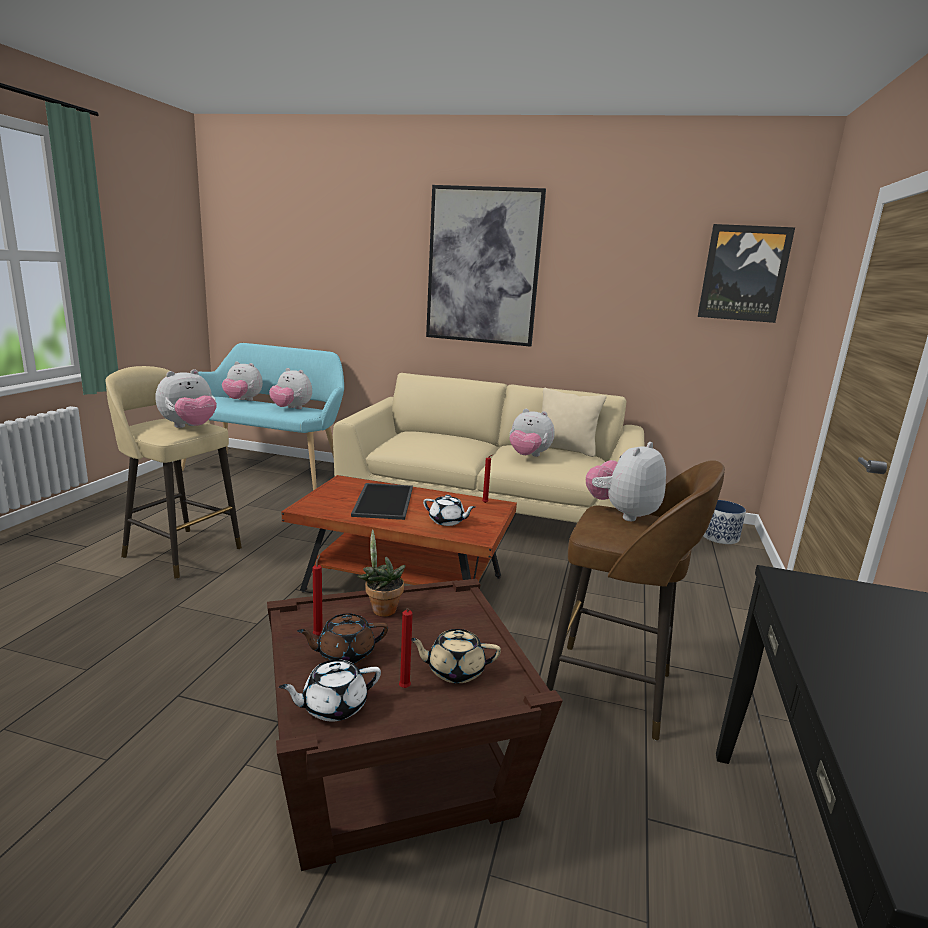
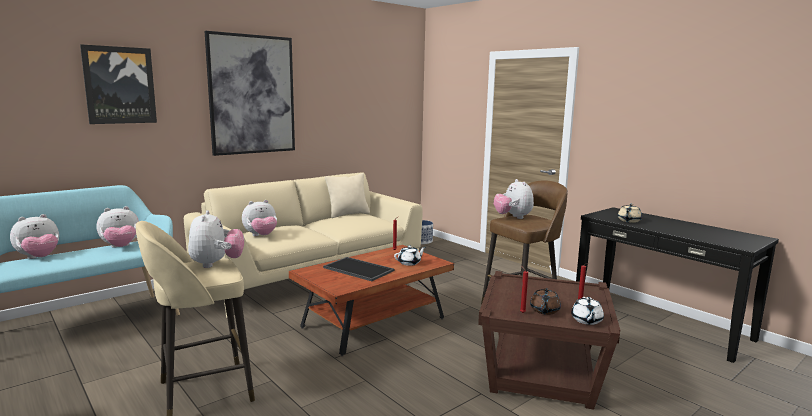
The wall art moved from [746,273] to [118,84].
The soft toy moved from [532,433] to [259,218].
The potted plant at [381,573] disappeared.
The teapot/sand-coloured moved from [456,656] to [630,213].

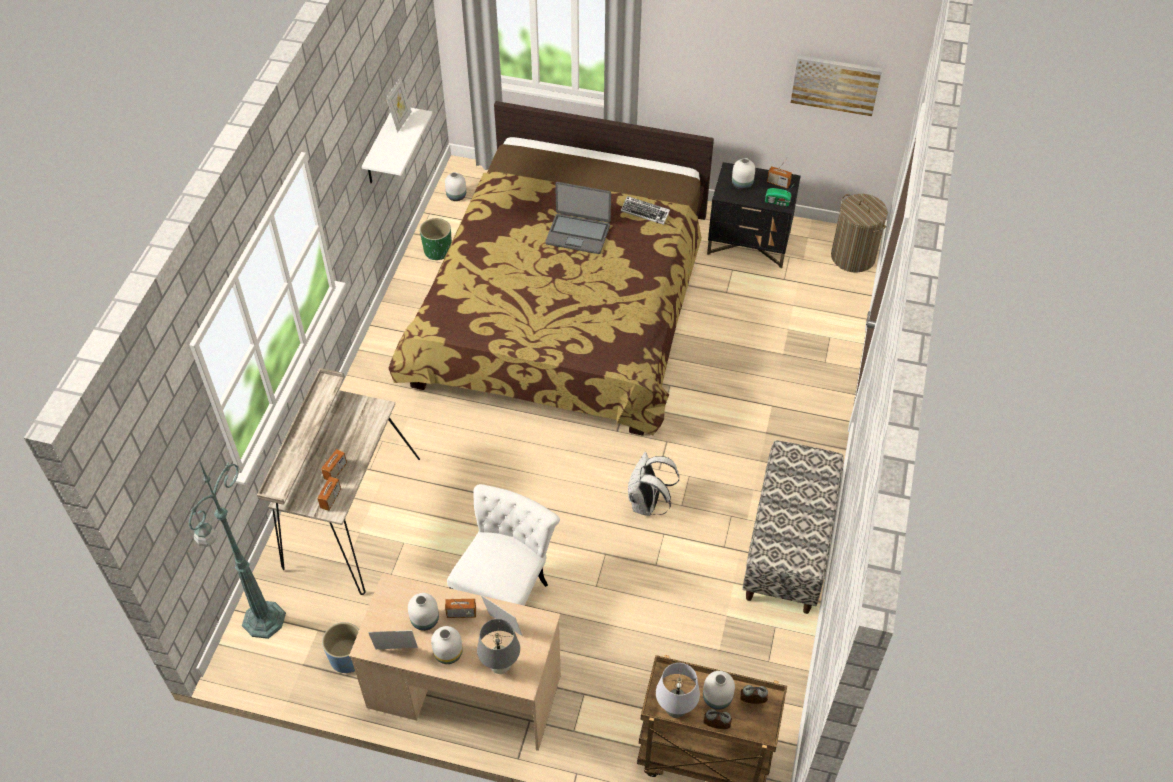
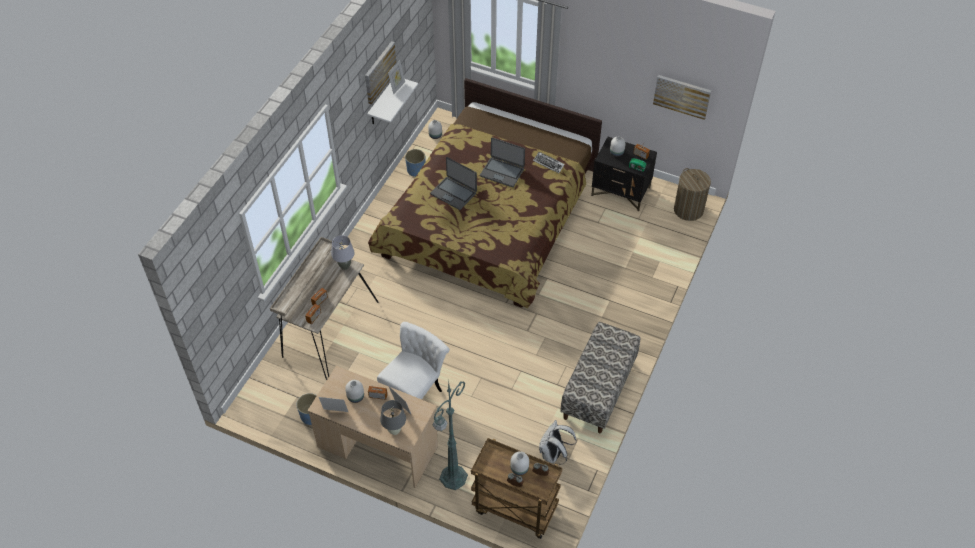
The flower pot/green at [436,239] became the flower pot/blue-coloured at [415,163].
The rucksack/whitish moved from [653,484] to [557,442].
The floor lamp/green moved from [237,549] to [450,435].
The vase/whitish at [447,645] disappeared.
The lamp for a table/grey moved from [678,690] to [343,252].
The wall art at [380,72] appeared.
The notebook computer at [453,183] appeared.

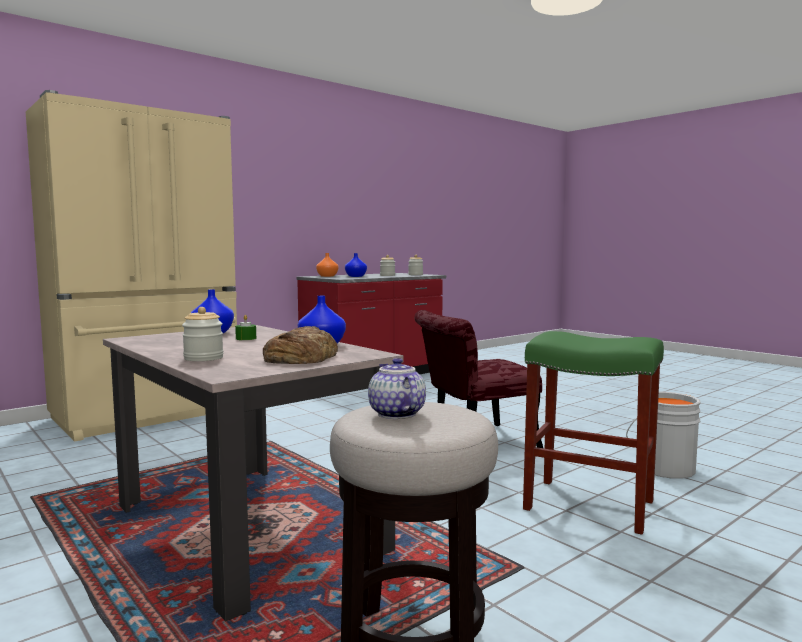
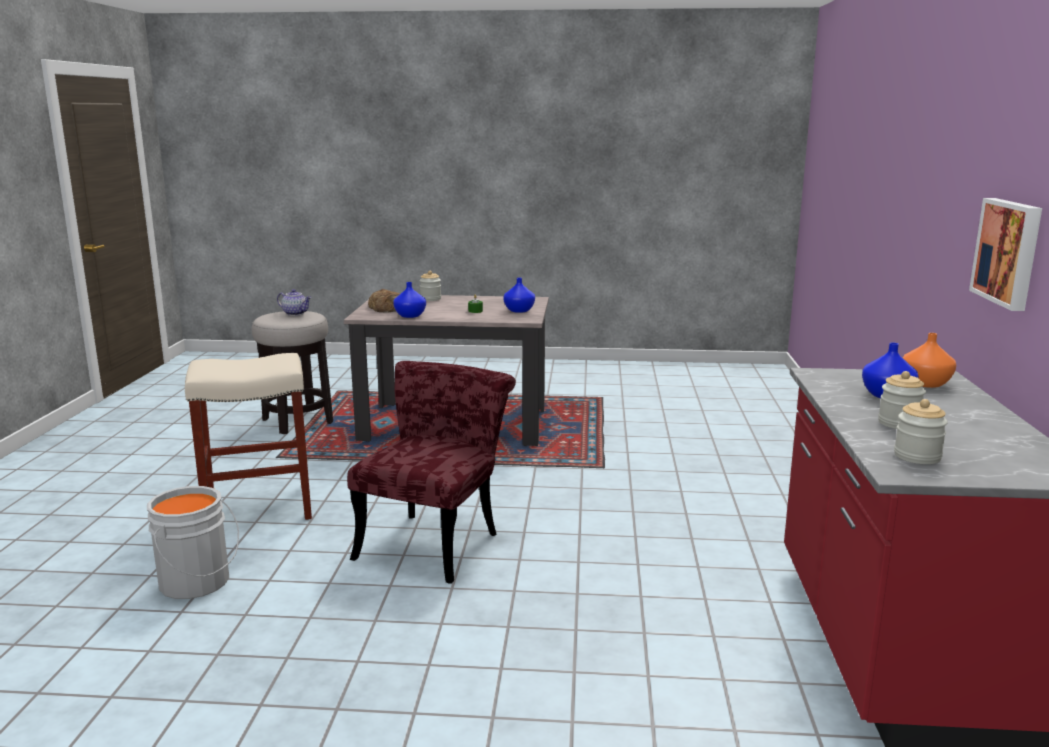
The refrigerator/sand-coloured at [131,266] disappeared.
The stool/green at [593,433] became the stool/sand-coloured at [248,436].
The wall art at [1005,254] appeared.

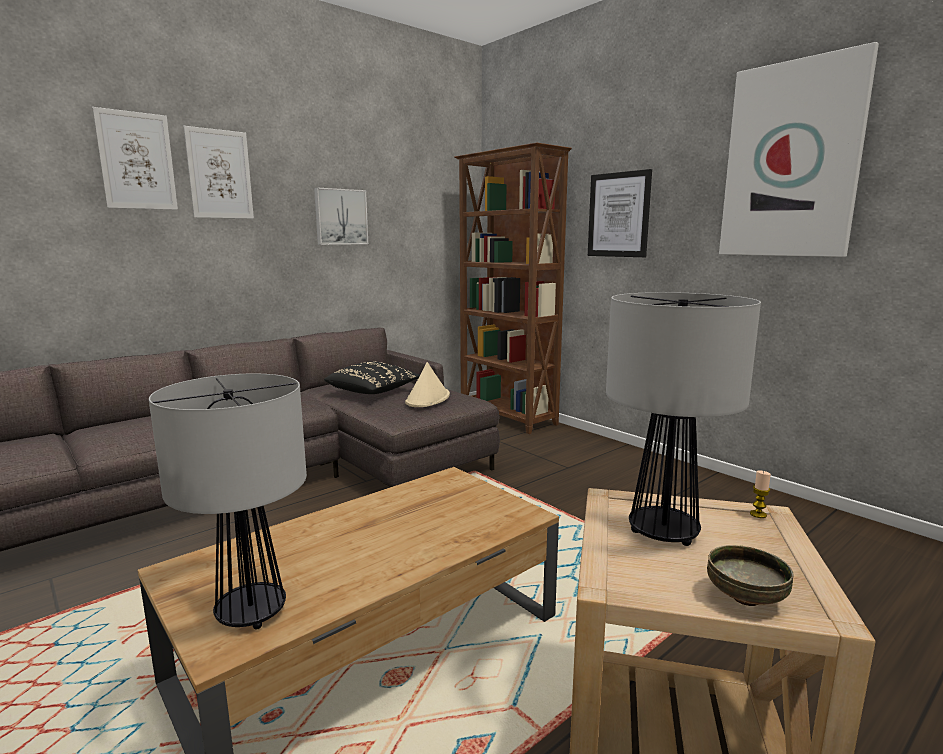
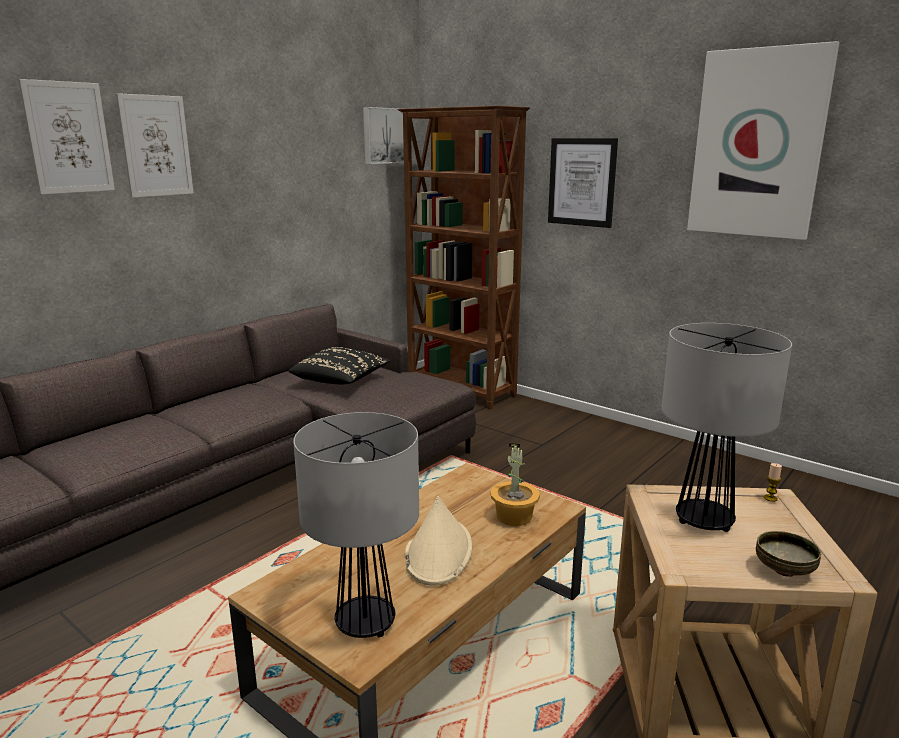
The wall art moved from [341,216] to [383,135].
The wearable hat/sand-coloured moved from [427,384] to [438,541].
The potted plant at [515,484] appeared.

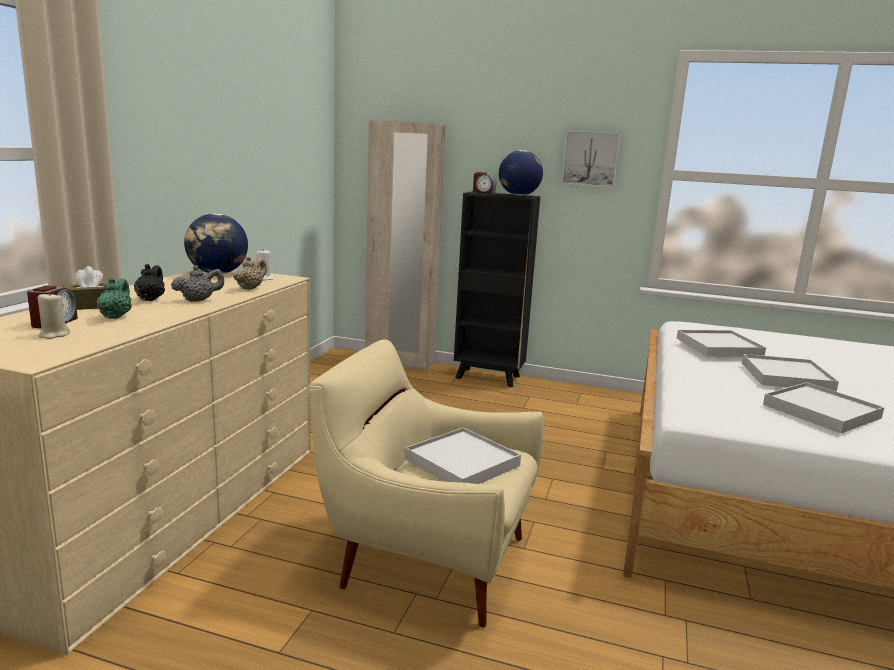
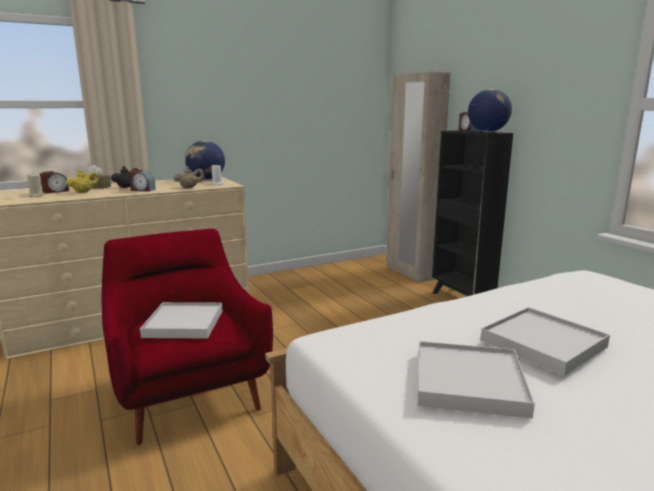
The wall art at [590,159] disappeared.
The teapot/grey at [197,283] was replaced by the bedside clock at [142,181].
The teapot/green at [114,298] became the teapot/yellow-coloured at [82,181].
The tray/whitish at [721,343] disappeared.
The easy chair/sand-coloured at [426,483] became the easy chair/red-coloured at [187,337].

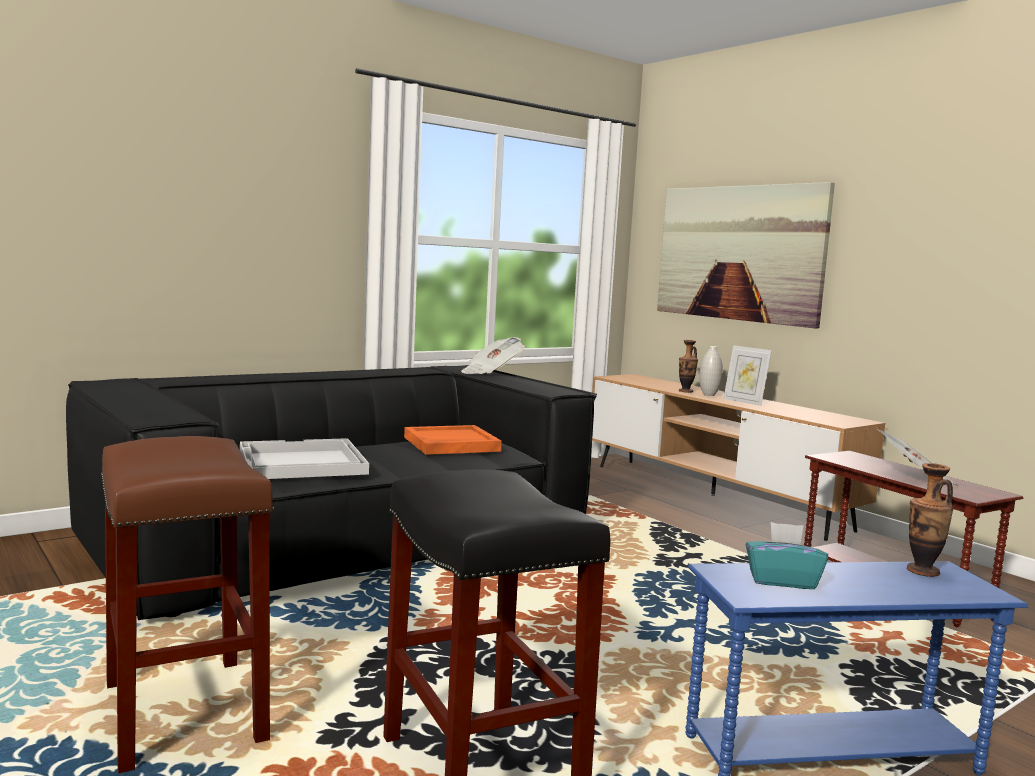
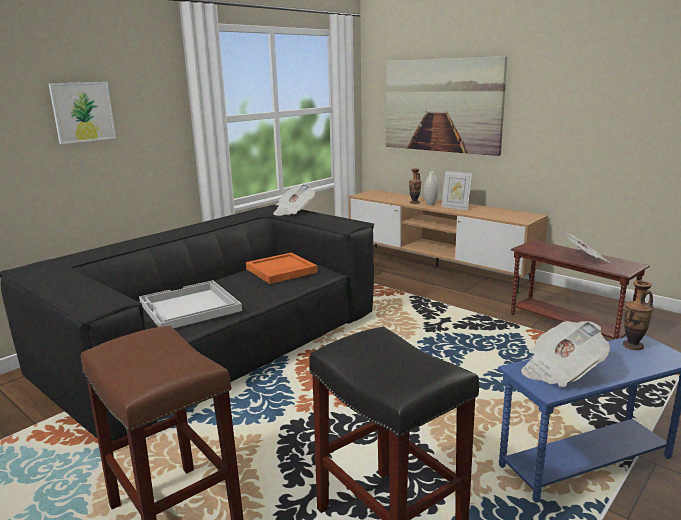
The tissue box/turquoise at [787,555] was replaced by the printed paper at [565,354].
The wall art at [82,113] appeared.

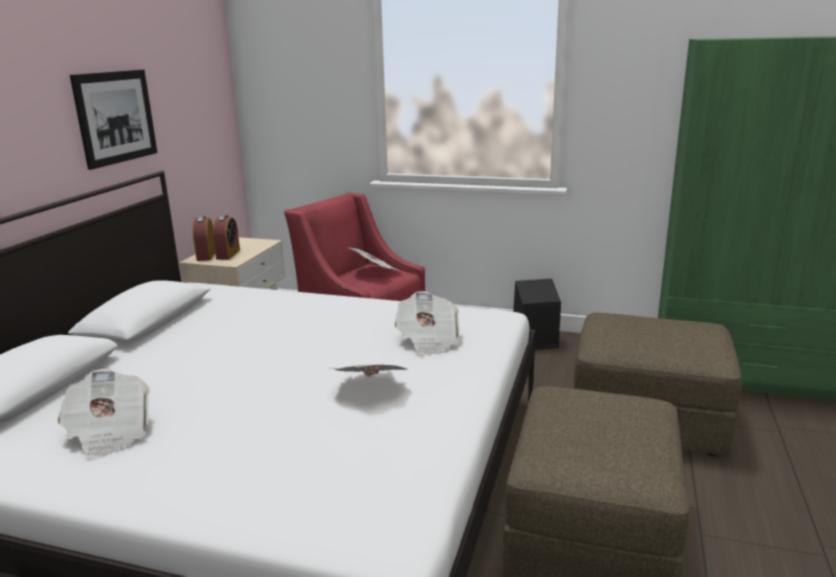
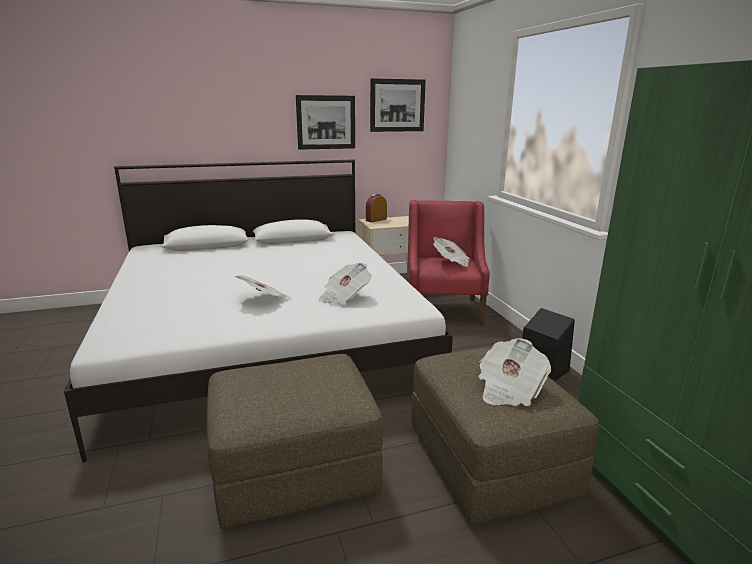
The bedside clock at [226,237] disappeared.
The printed paper moved from [103,414] to [515,372].
The wall art at [398,105] appeared.

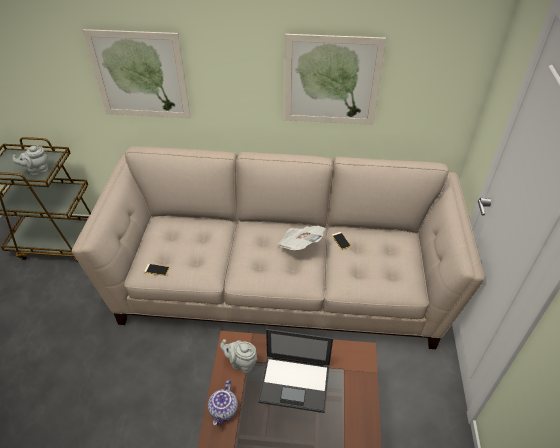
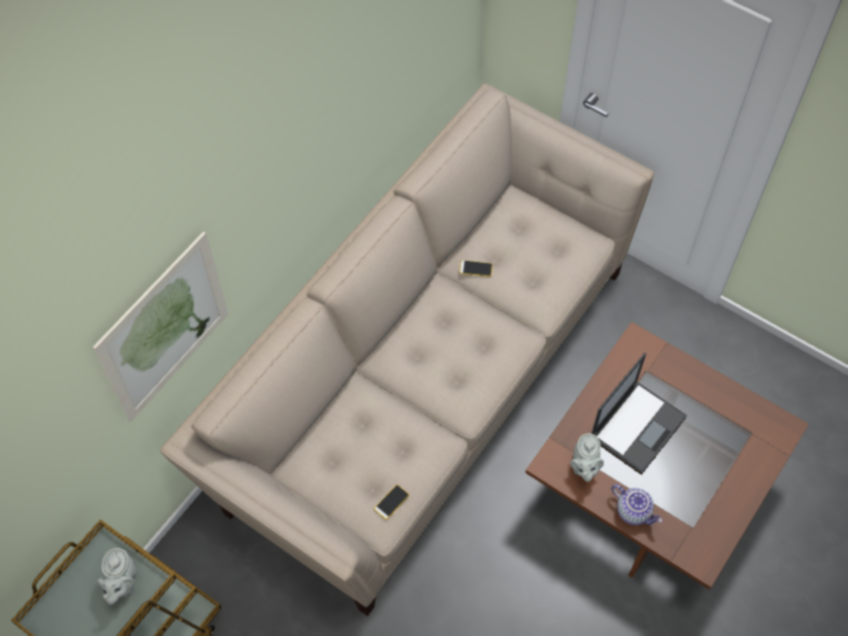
The wall art at [335,79] disappeared.
The printed paper at [301,237] disappeared.
The teapot/grey at [239,356] turned 45 degrees counterclockwise.

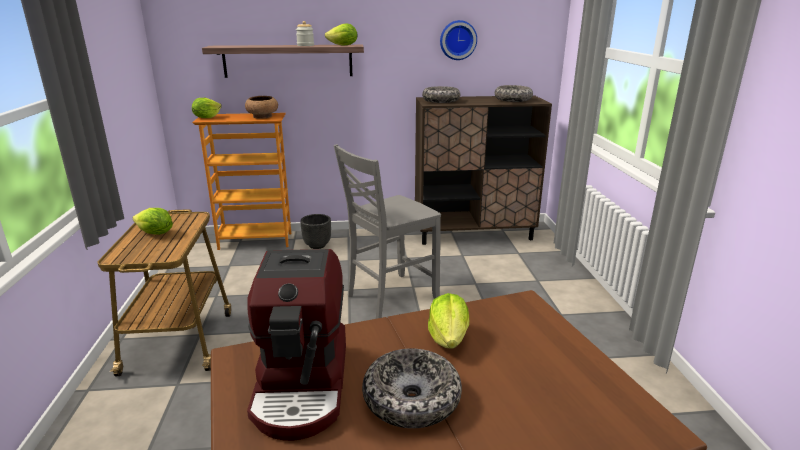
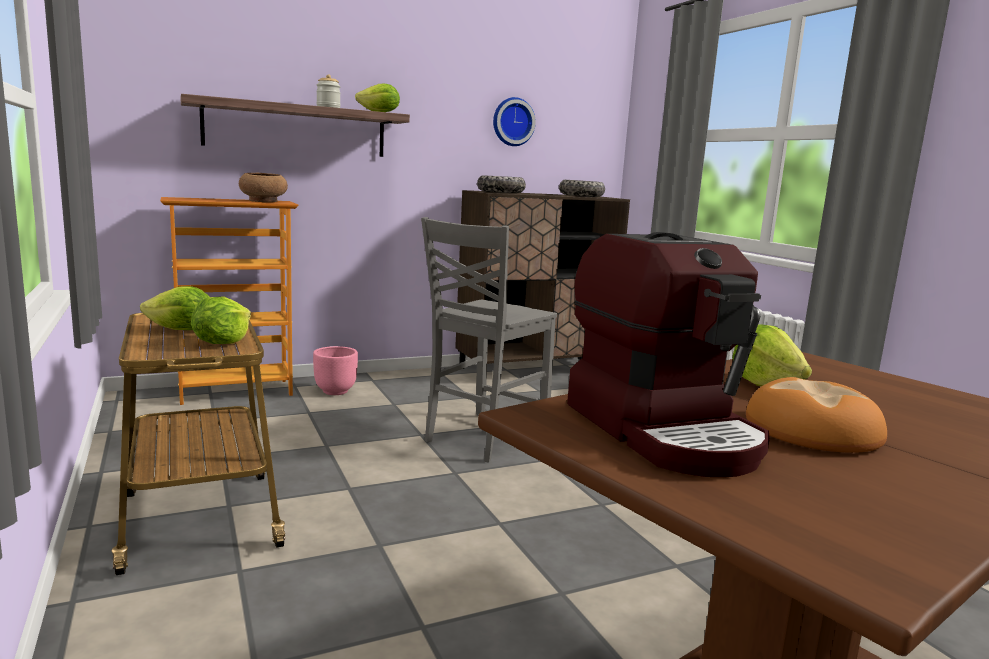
The head of lettuce moved from [207,108] to [221,320].
The flower pot/black at [315,231] became the flower pot/pinkish at [335,370].
The bowl at [412,388] was replaced by the baked bread at [816,415].

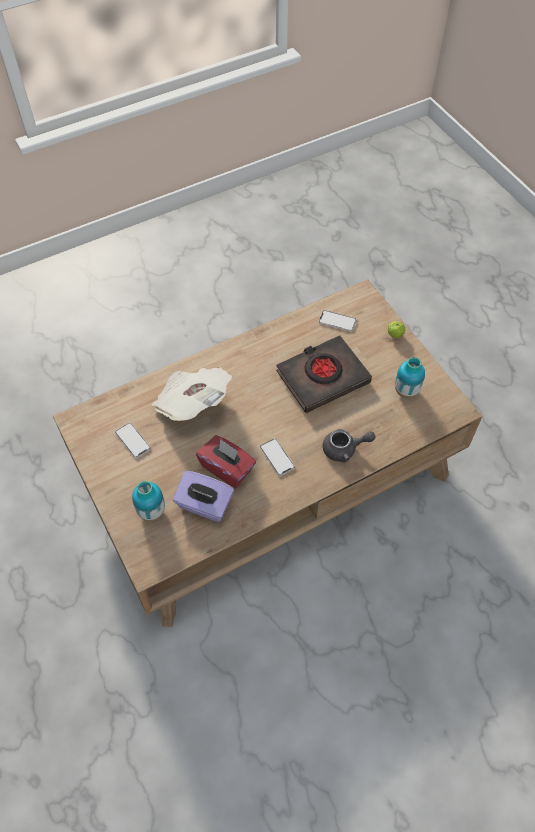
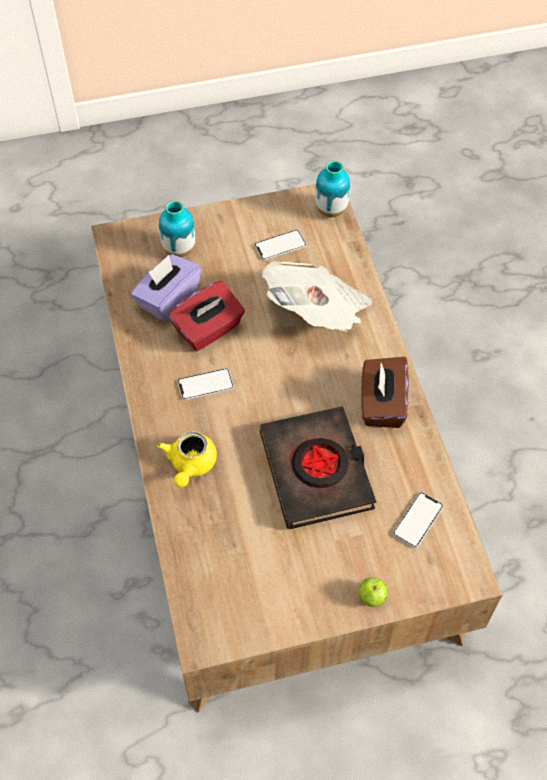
The vase moved from [410,377] to [332,189].
The teapot/grey at [349,445] became the teapot/yellow-coloured at [187,459].
The tissue box/brownish at [385,392] appeared.

